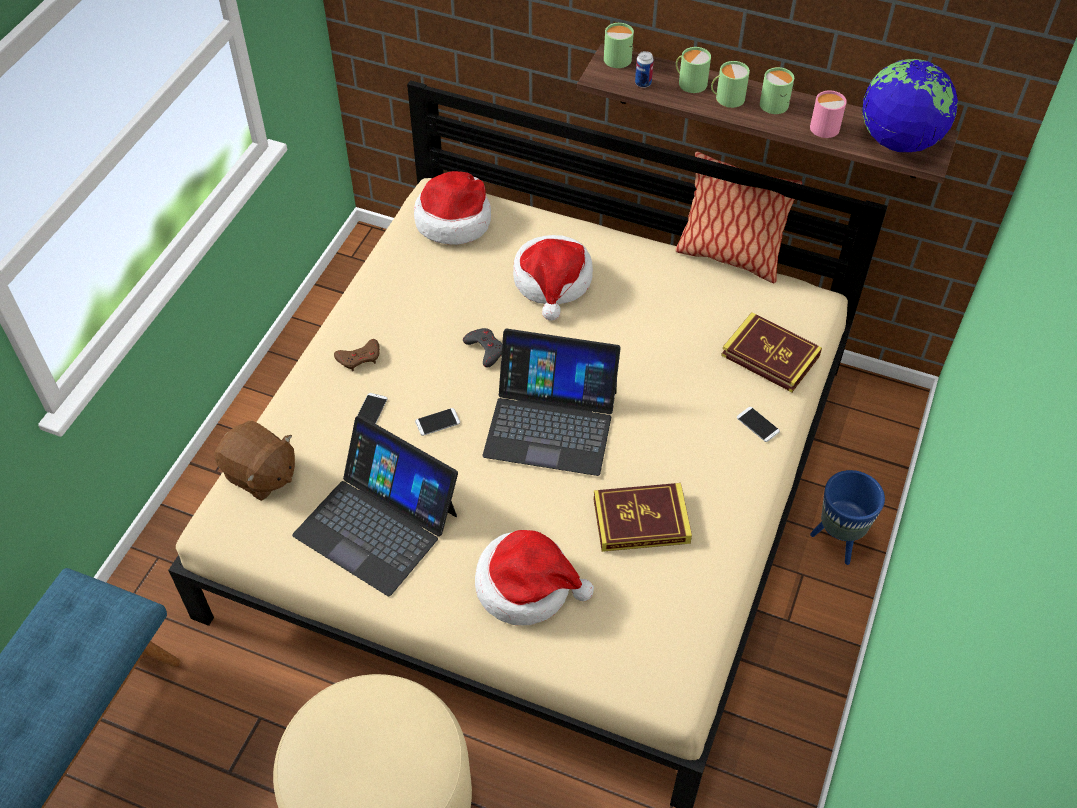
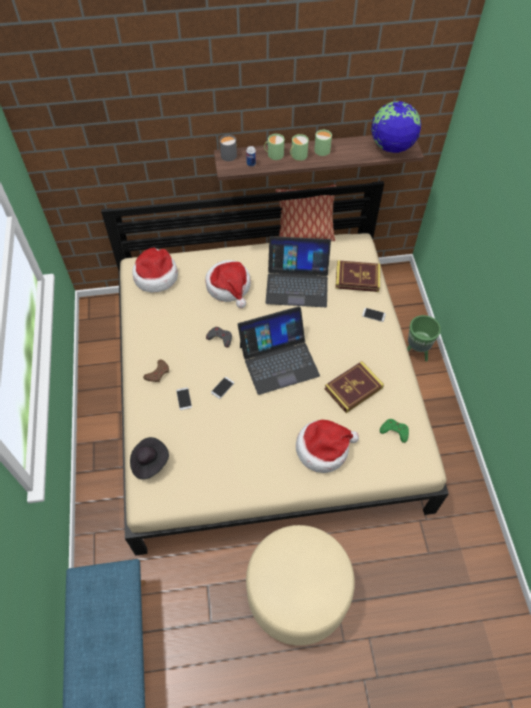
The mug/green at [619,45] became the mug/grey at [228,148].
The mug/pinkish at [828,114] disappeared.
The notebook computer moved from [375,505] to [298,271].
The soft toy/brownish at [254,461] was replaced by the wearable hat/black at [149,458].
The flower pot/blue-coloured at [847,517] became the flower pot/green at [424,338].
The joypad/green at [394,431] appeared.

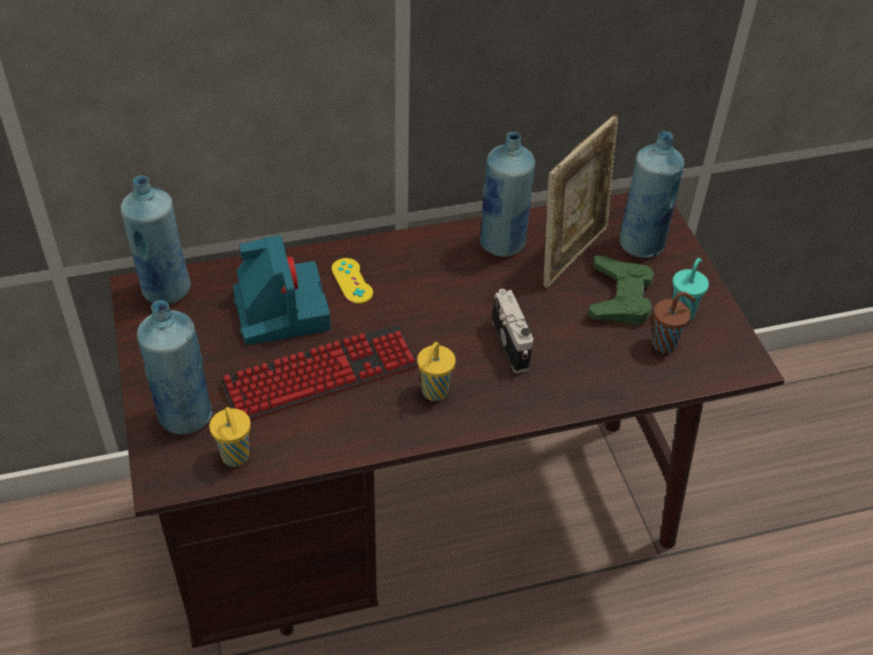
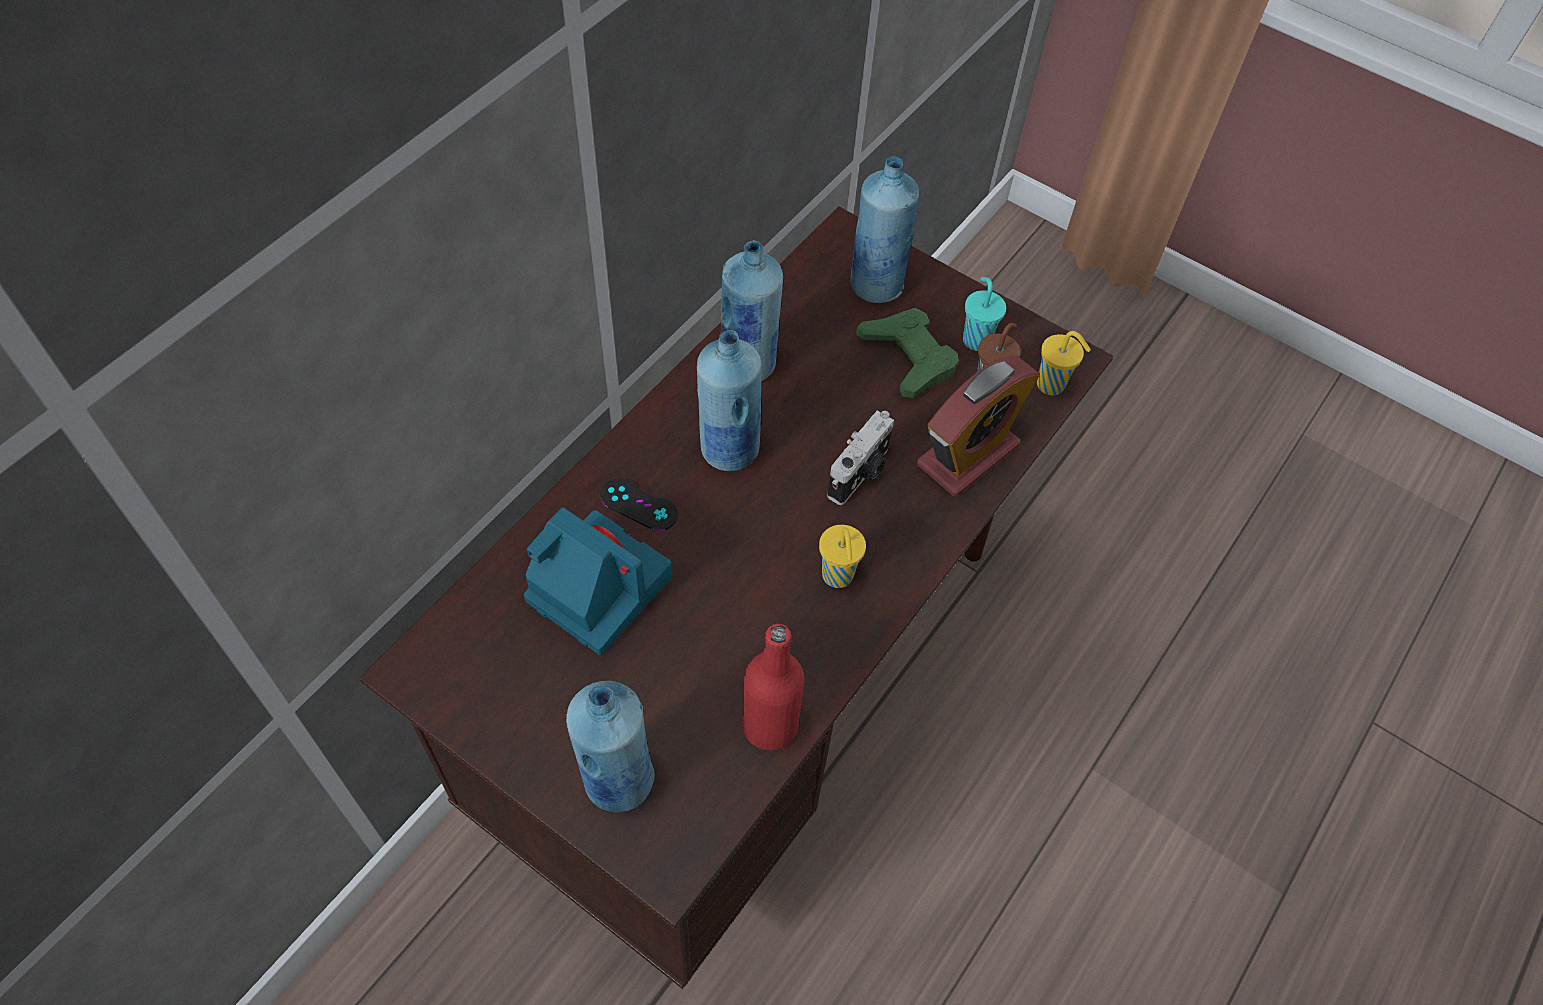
The photo frame at [580,201] disappeared.
The beverage bottle/blue-coloured moved from [156,239] to [729,400].
The joypad/yellow-coloured at [352,281] became the joypad/black at [639,505].
The still camera at [513,331] turned 90 degrees clockwise.
The keyboard at [319,372] disappeared.
The cup/yellow-coloured moved from [230,437] to [1064,363].
The bedside clock at [978,425] appeared.
The beverage bottle/red-coloured at [773,687] appeared.

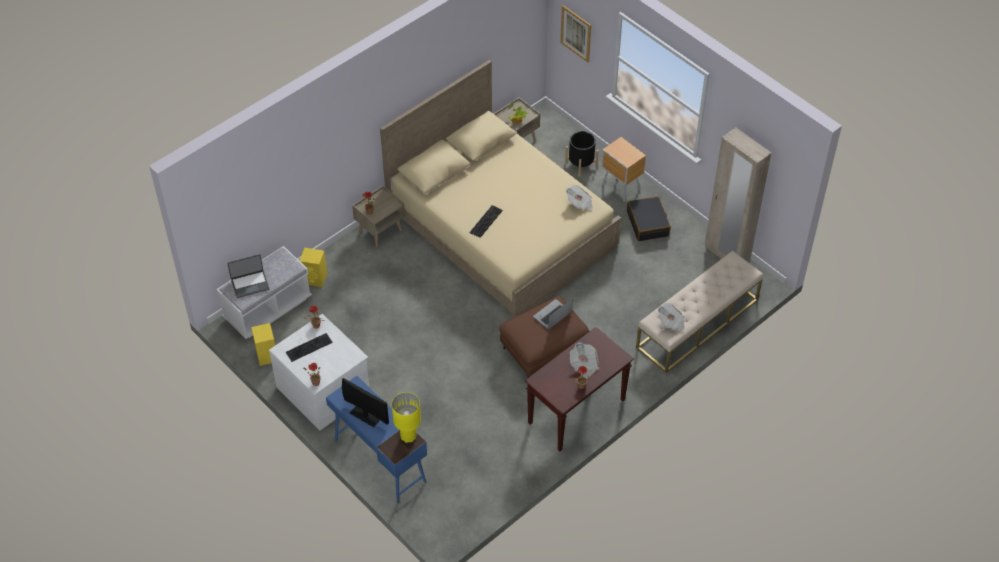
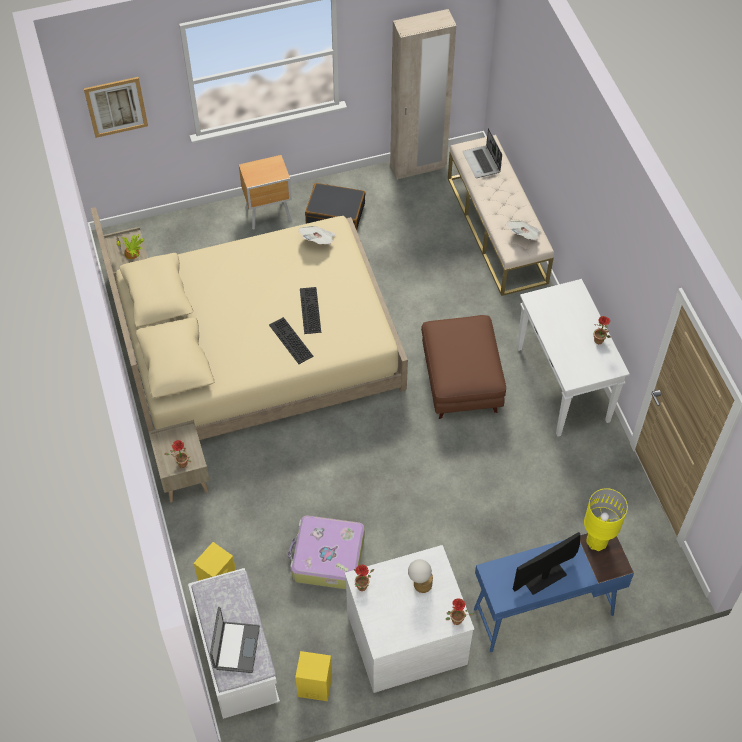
The flower pot/black at [582,154] disappeared.
The notebook computer moved from [553,314] to [482,153].
The hall table/brownish at [579,389] became the hall table/whitish at [573,358].
The keyboard moved from [309,347] to [310,310].
The printed paper at [584,360] disappeared.
The travel case at [326,552] appeared.
The lamp for a table at [420,576] appeared.

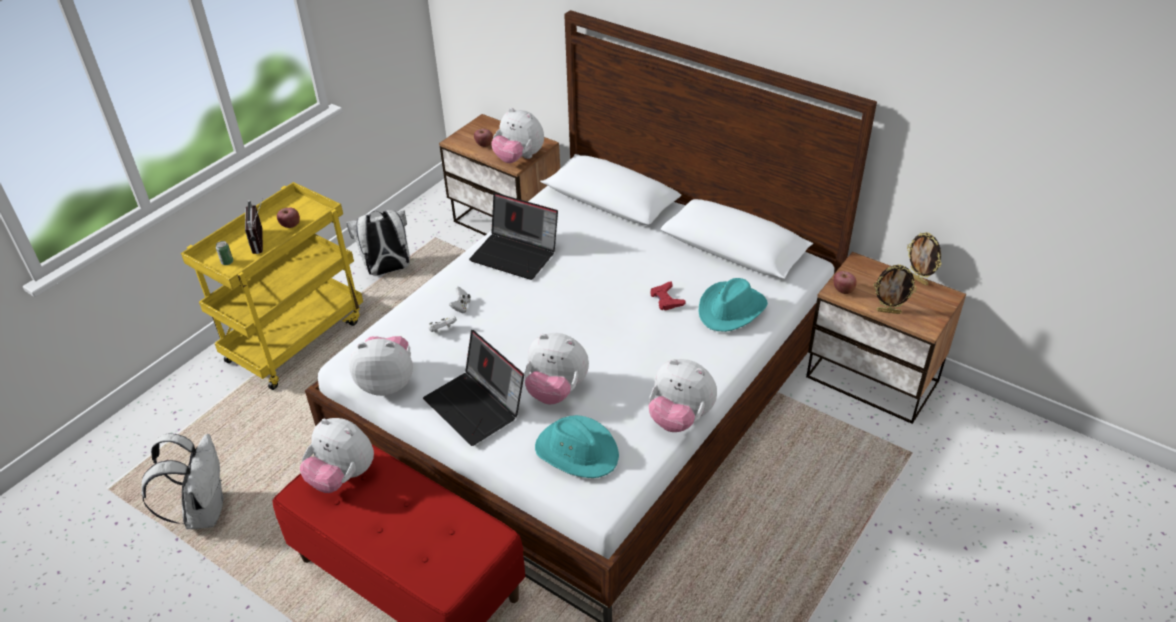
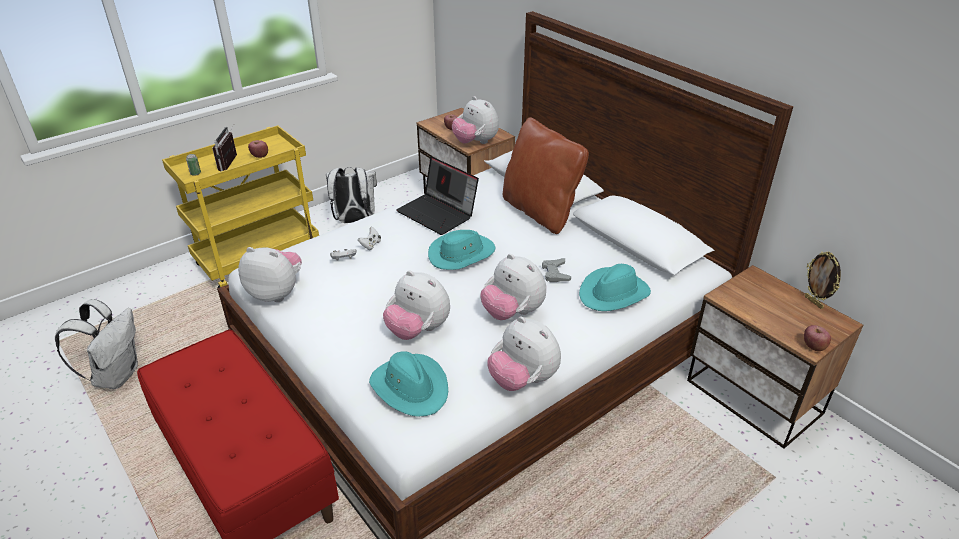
The photo frame at [895,289] disappeared.
The apple moved from [845,282] to [817,338].
The joypad/red-coloured at [668,295] became the joypad/grey at [556,270].
The notebook computer at [473,388] disappeared.
The soft toy moved from [337,455] to [513,287].
The cushion/brownish at [546,175] appeared.
The wearable hat/turquoise at [462,250] appeared.

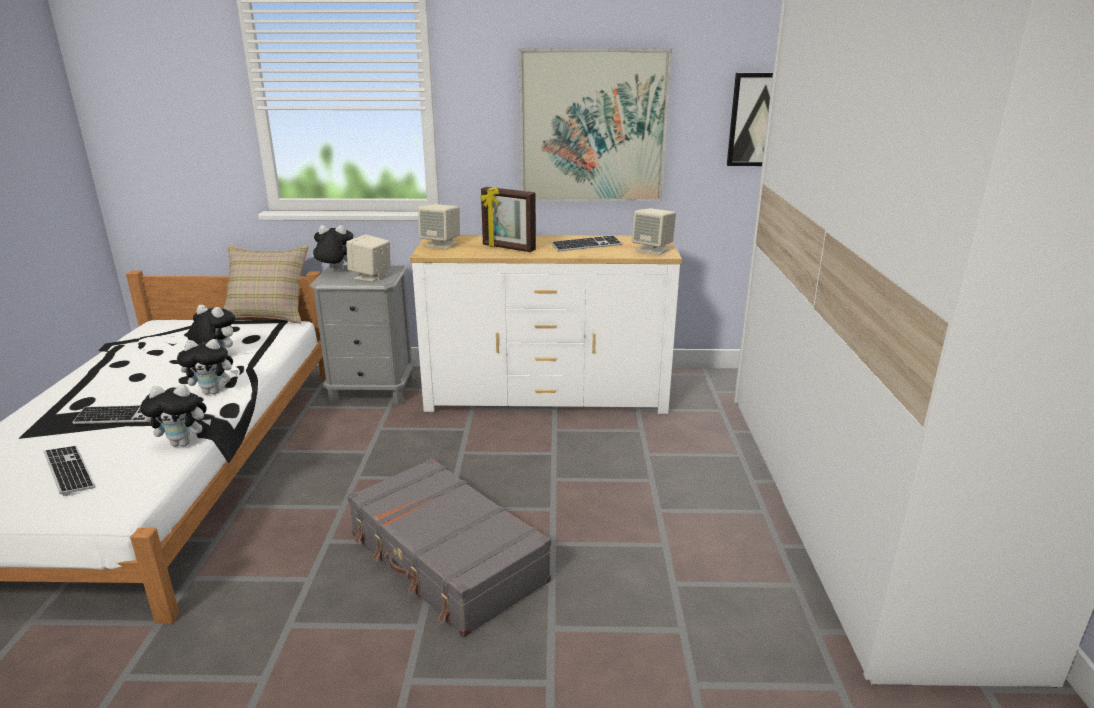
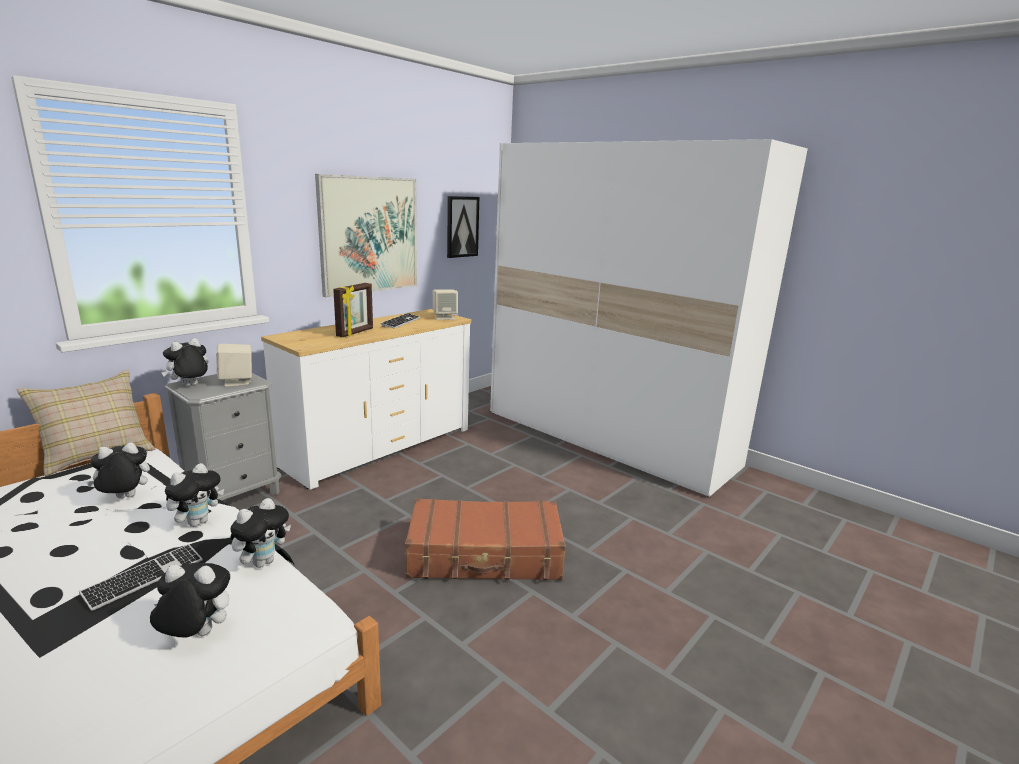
The photo frame at [508,219] turned 45 degrees counterclockwise.
The speaker/sand-coloured at [439,226] disappeared.
The keyboard at [69,471] was replaced by the soft toy at [190,600].
The travel case/grey at [449,547] became the travel case/brownish at [485,539].

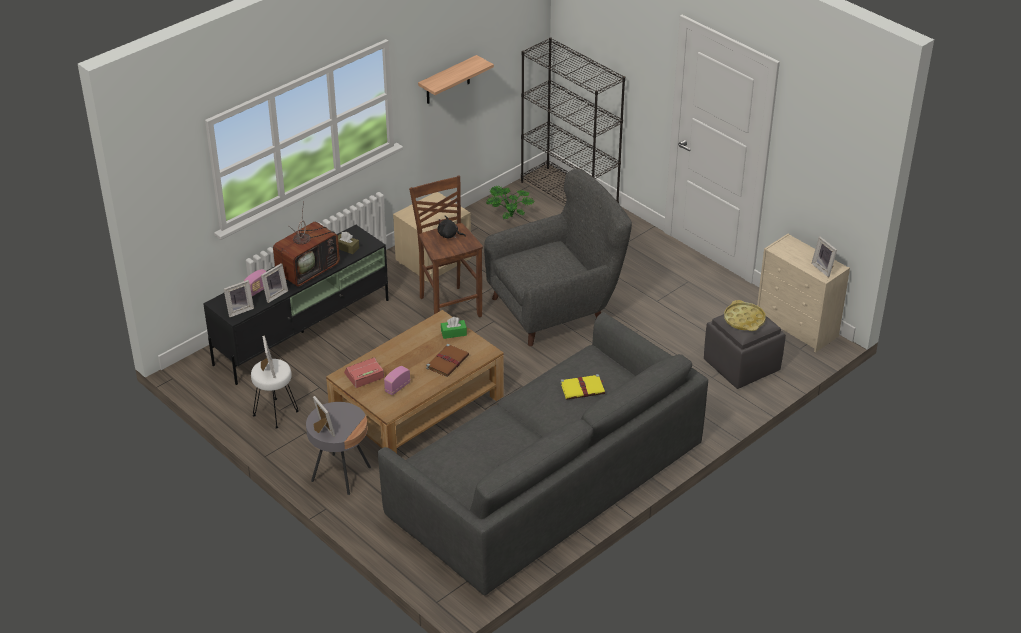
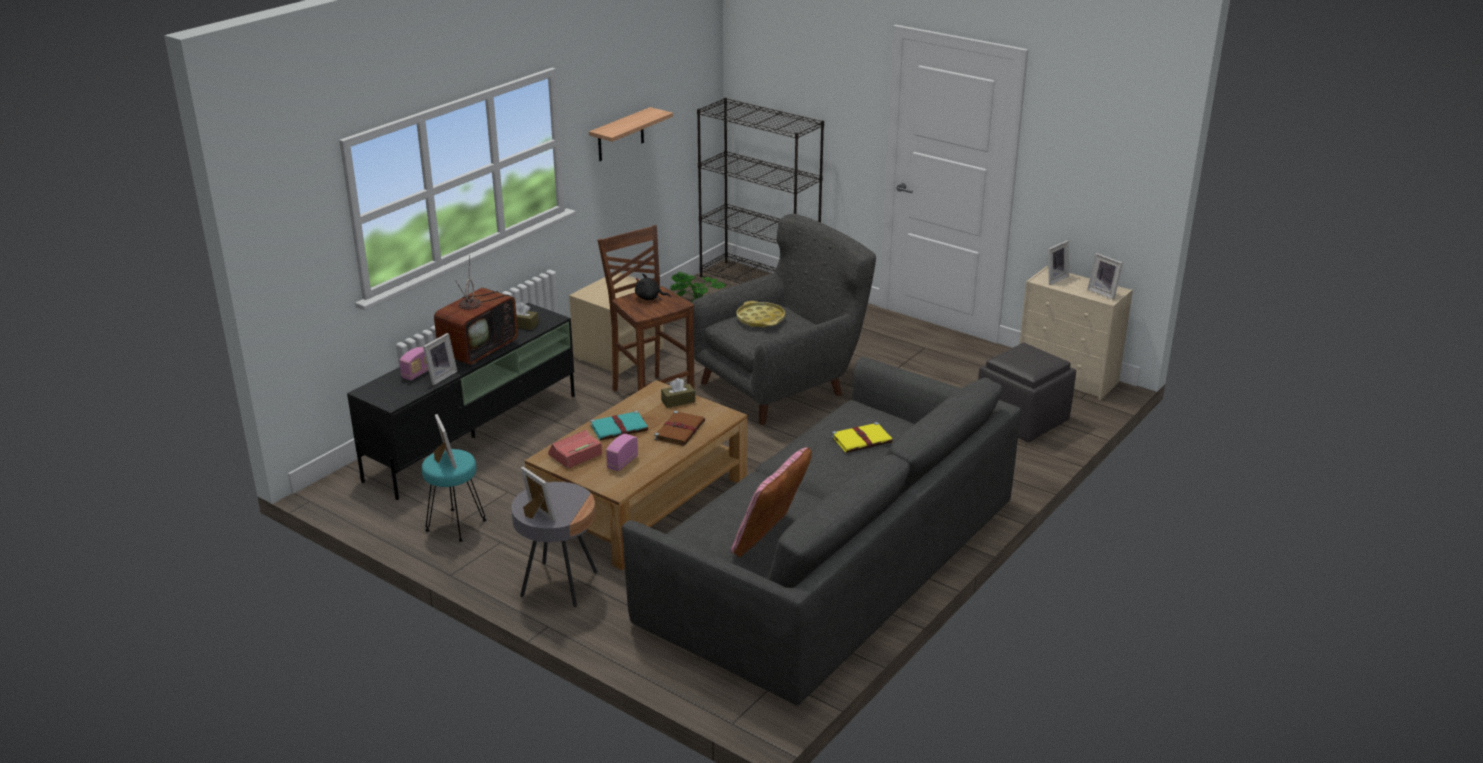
The photo frame moved from [239,298] to [1058,262].
The tray/yellow-coloured moved from [745,315] to [760,314].
The tissue box/green at [454,328] became the tissue box/brownish at [678,393].
The stool/whitish at [275,394] became the stool/turquoise at [454,495].
The bound book/turquoise at [619,425] appeared.
The cushion/pinkish at [771,502] appeared.

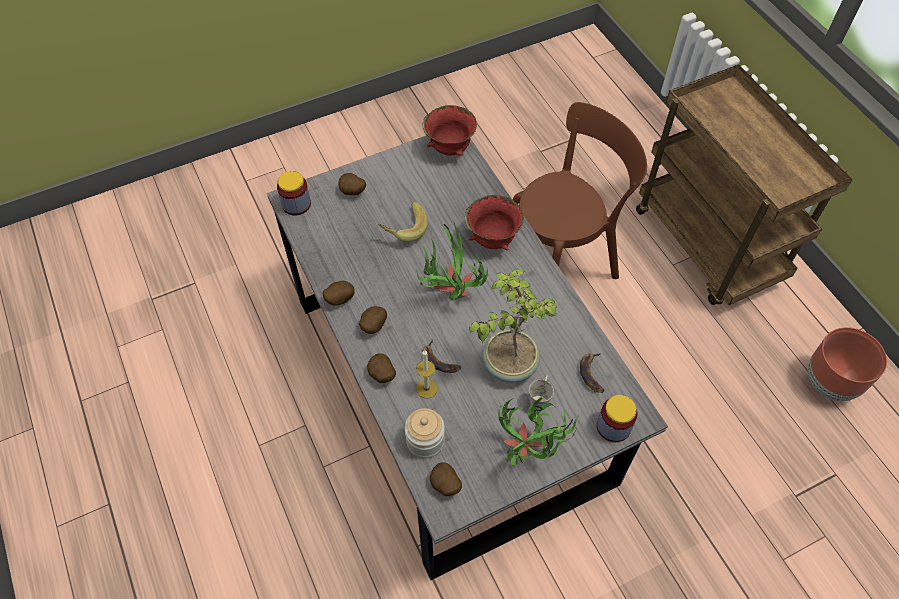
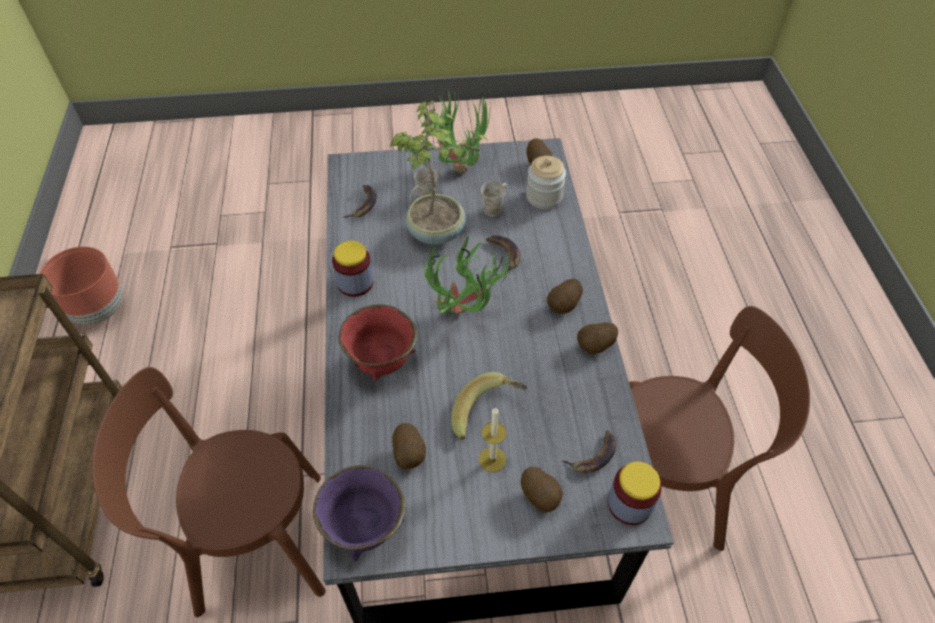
The bowl/red-coloured at [450,130] became the bowl/purplish at [359,513].
The candle moved from [426,374] to [492,439].
The whole potato moved from [381,368] to [409,446].
The jar moved from [617,418] to [353,269].
The mug/whitish at [494,199] appeared.
The upright chair/brownish at [719,428] appeared.
The banana at [588,451] appeared.

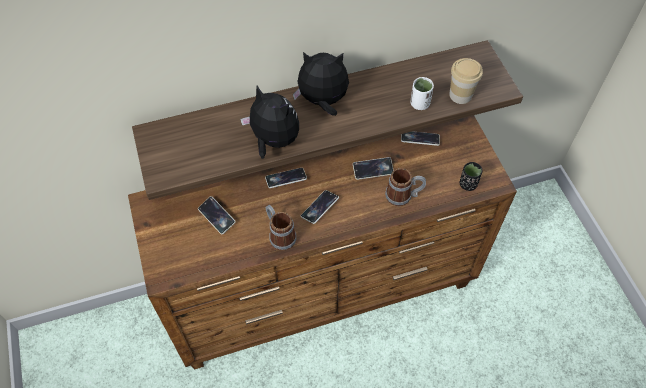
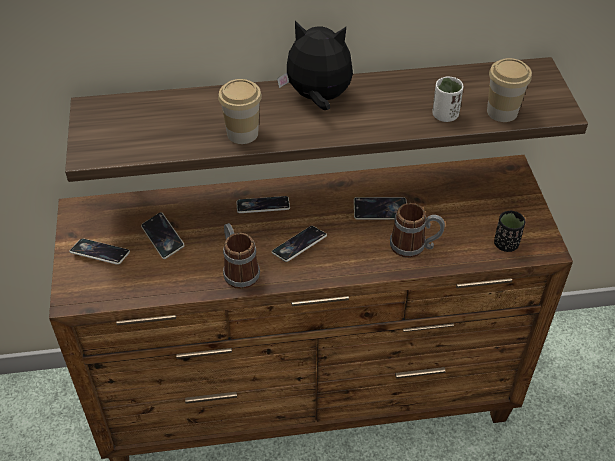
The soft toy at [269,122] was replaced by the cup at [240,111].
The phone moved from [420,138] to [99,251].

